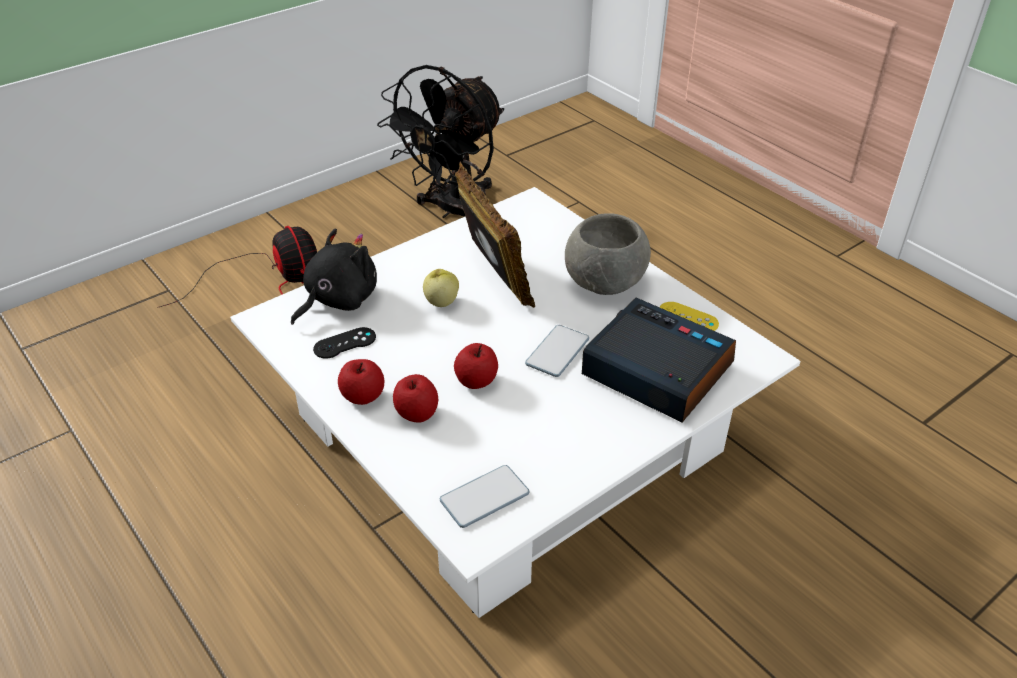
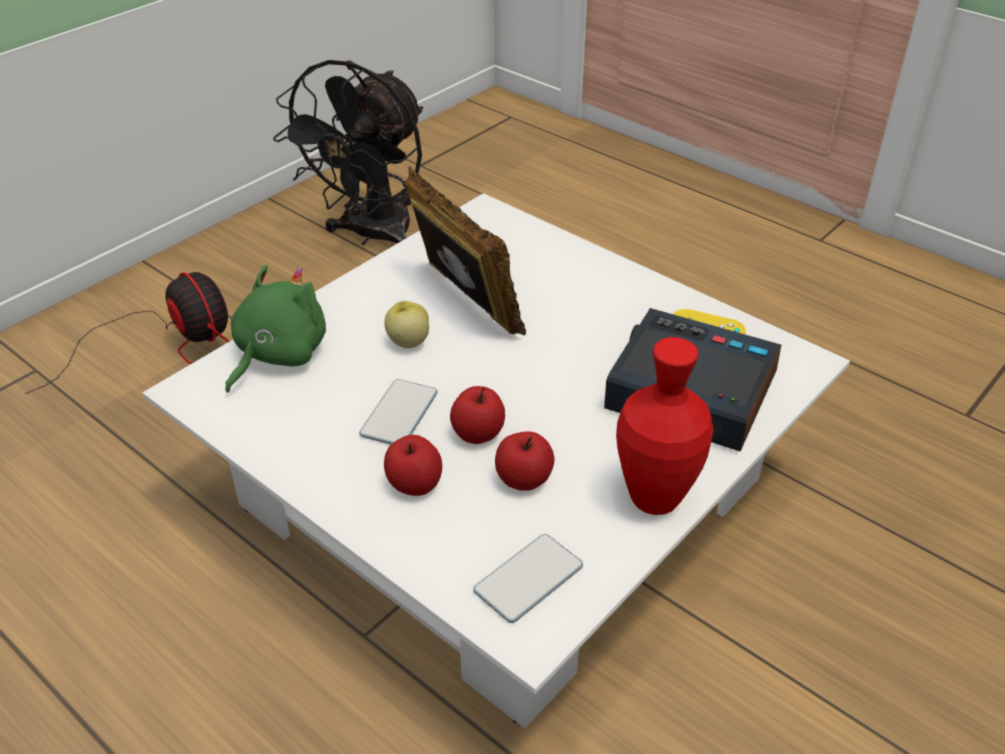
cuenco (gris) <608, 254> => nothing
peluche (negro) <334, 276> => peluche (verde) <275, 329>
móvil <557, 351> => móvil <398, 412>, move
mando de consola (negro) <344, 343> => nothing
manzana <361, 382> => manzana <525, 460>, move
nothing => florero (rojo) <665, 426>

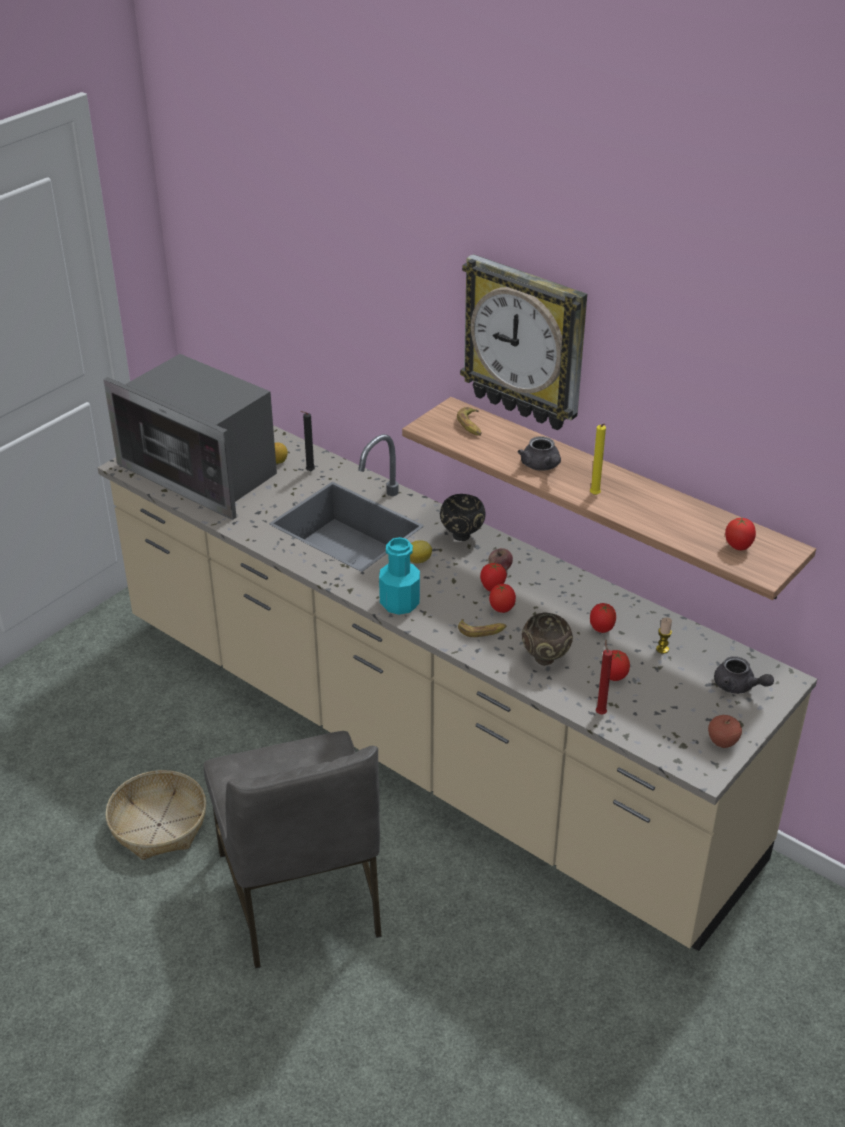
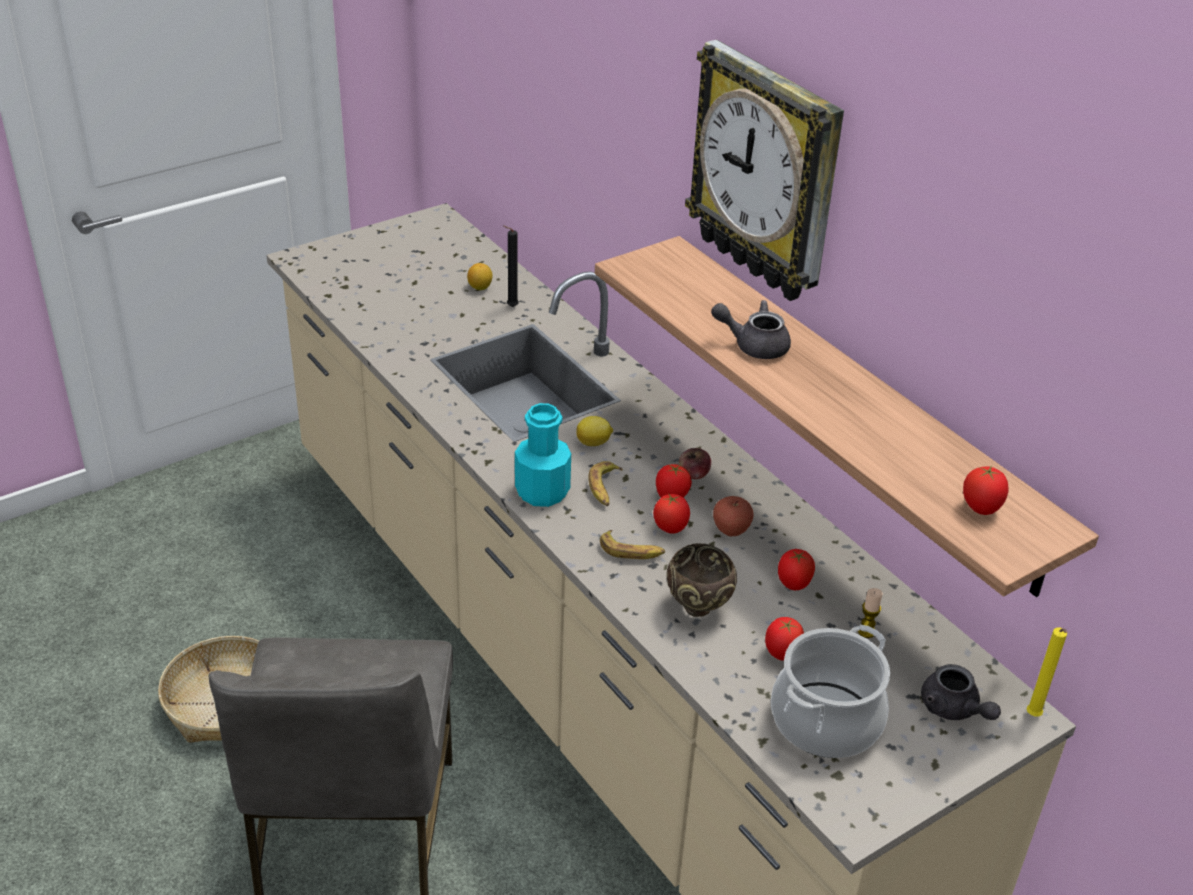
microondas <190, 437> => nothing
plátano <469, 421> => plátano <605, 483>, move
vela (amarillo) <598, 459> => vela (amarillo) <1047, 672>, move
tetera (gris) <539, 453> => tetera (gris) <751, 329>, 105 degrees clockwise
cuenco (negro) <463, 517> => nothing
vela (rojo) <604, 677> => nothing
manzana <725, 731> => manzana <733, 516>, move
nothing => olla <830, 691>

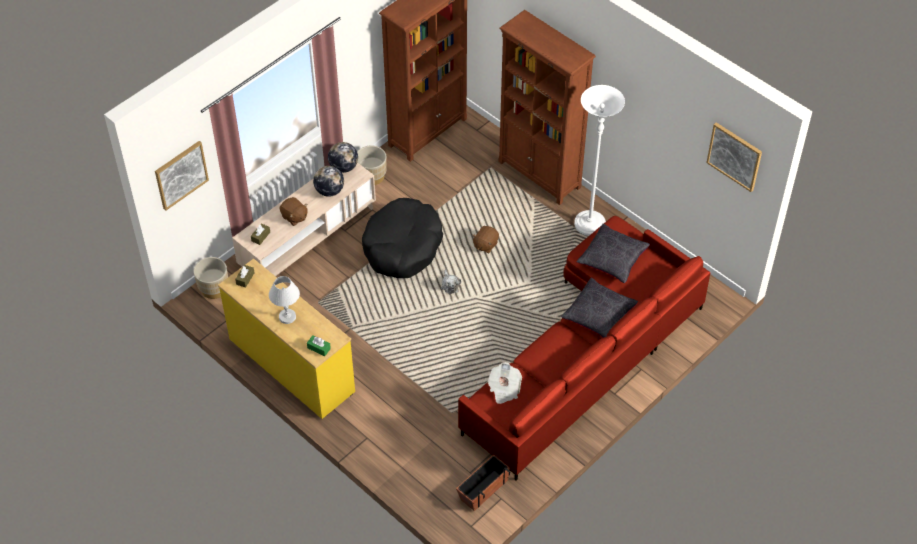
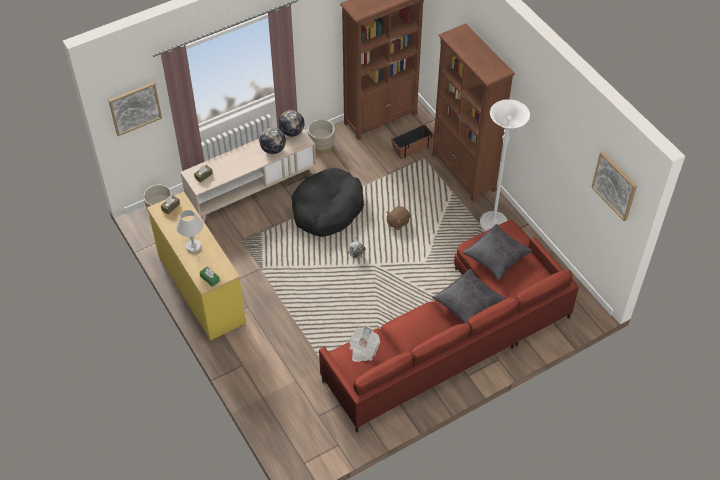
peluche (marrón) <293, 211> => nothing
maceta <483, 482> => maceta <412, 141>, move

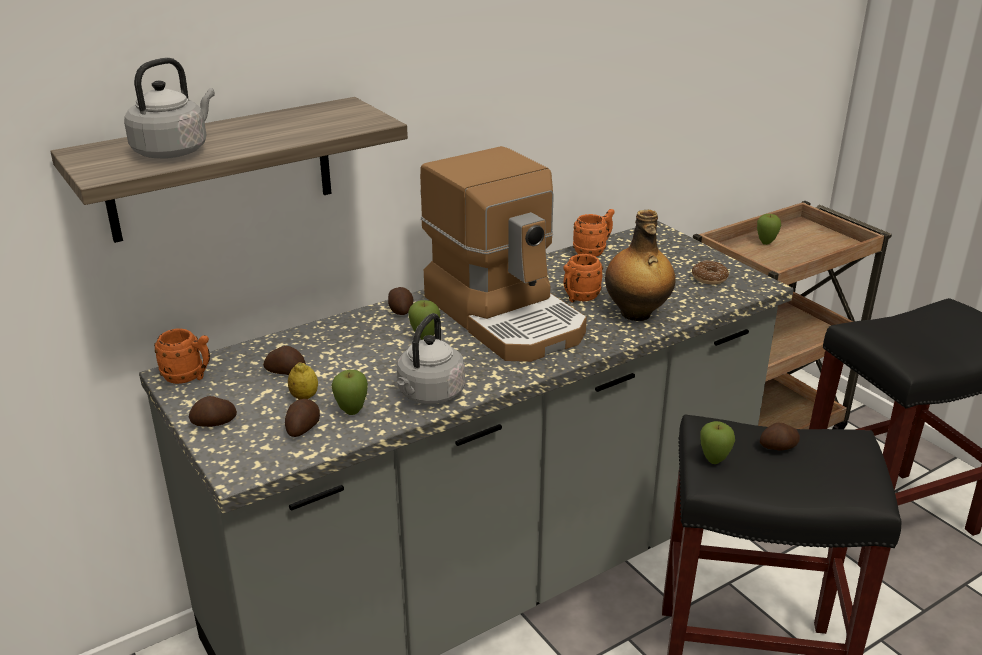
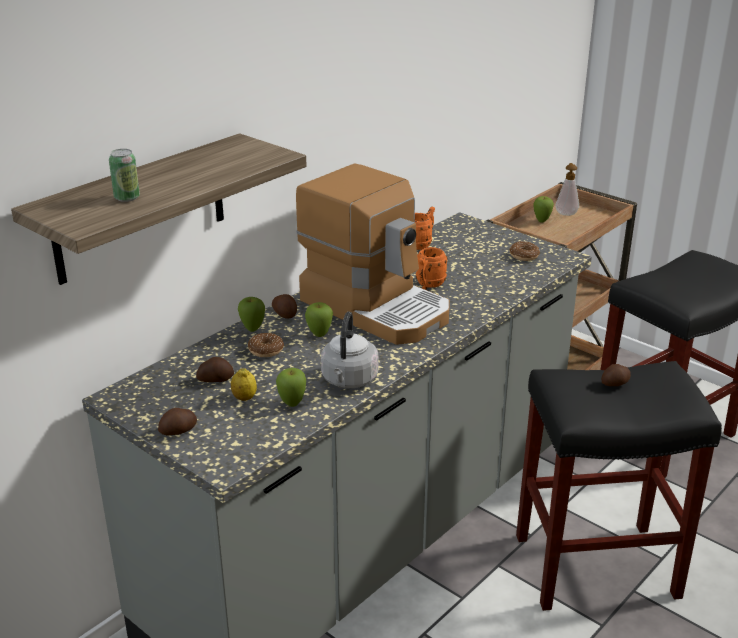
hervidor (gris) <169, 108> => lata <124, 175>
botella <640, 265> => nothing
taza grande (naranja) <182, 356> => nothing
patata <302, 418> => nothing
manzana <717, 442> => manzana <251, 314>, move
nothing => dispensador de jabón <567, 189>
nothing => rosquilla <266, 345>

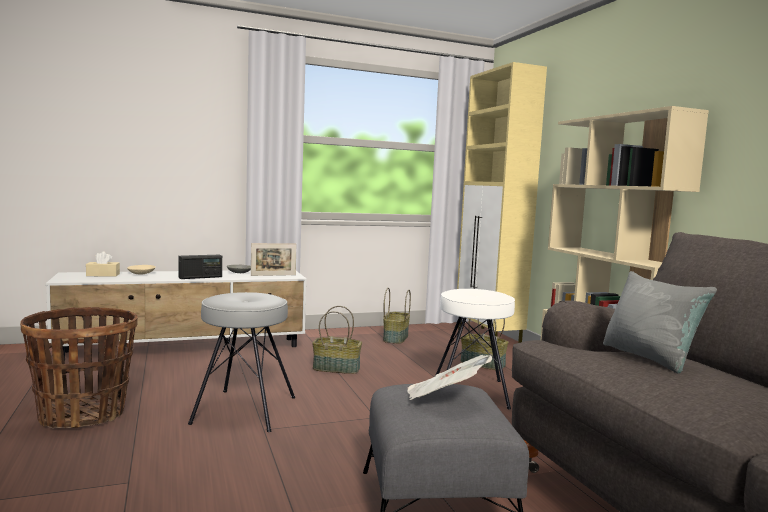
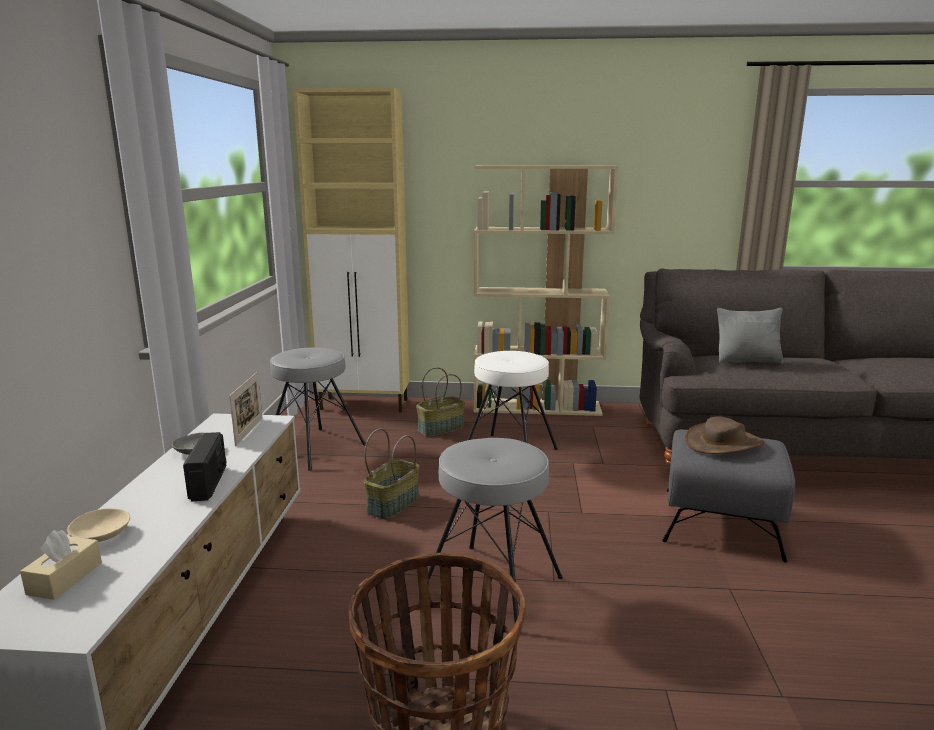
cesta <397, 316> => taburete (gris) <318, 409>
periódico <449, 377> => sombrero (marrón) <725, 435>

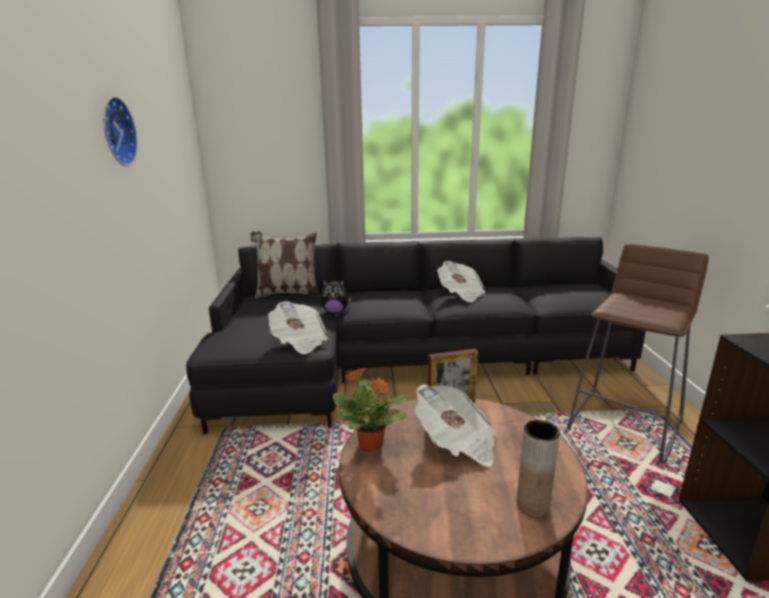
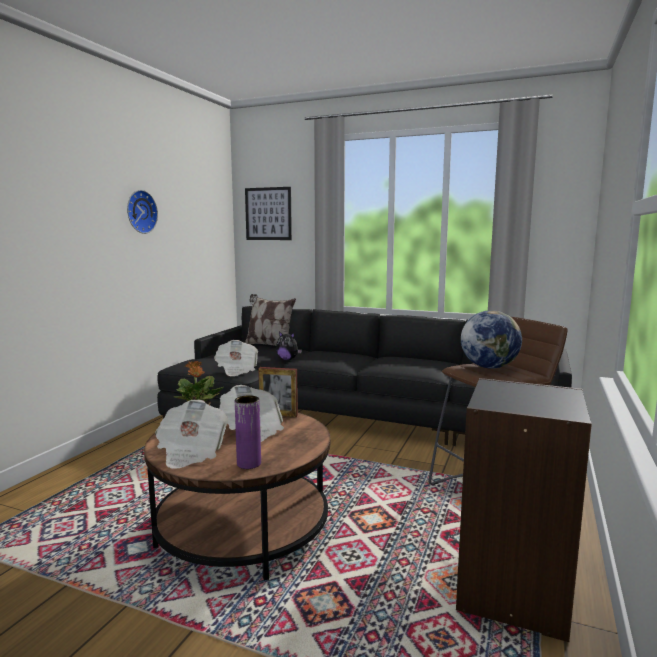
periódico <461, 281> => periódico <191, 434>, move
florero (marrón) <538, 468> => florero (morado) <248, 432>
nothing => cuadro <268, 213>
nothing => globo terráqueo <491, 339>

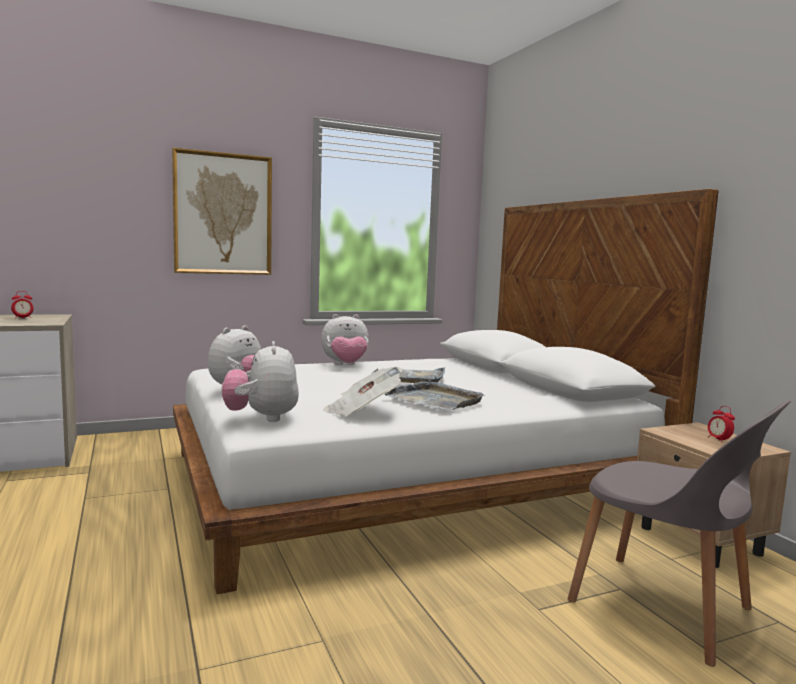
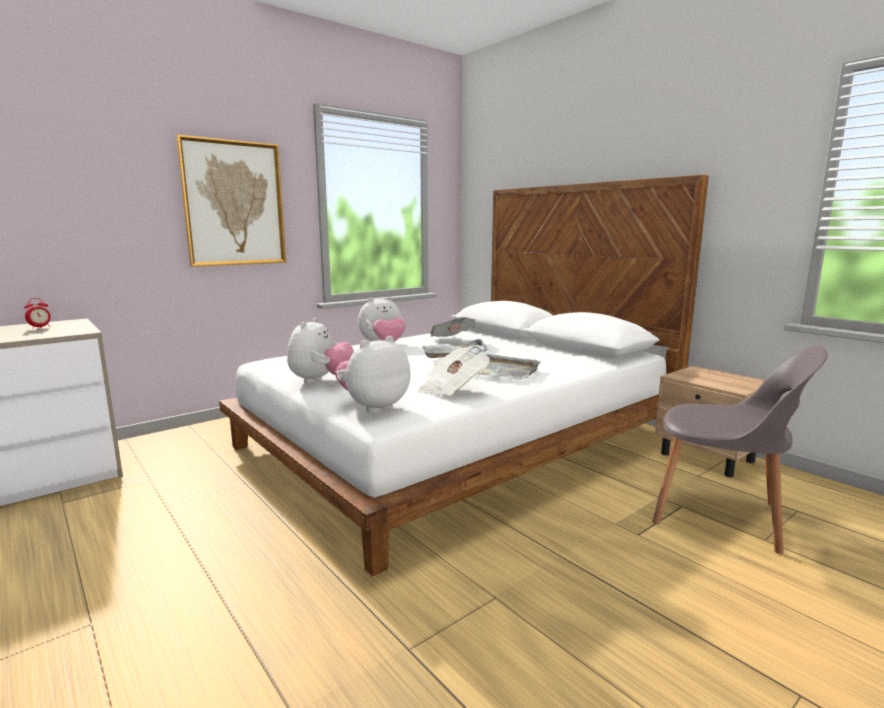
peluche <260, 381> => peluche <372, 374>, 75 degrees clockwise
despertador <721, 424> => nothing
nothing => periódico <453, 327>

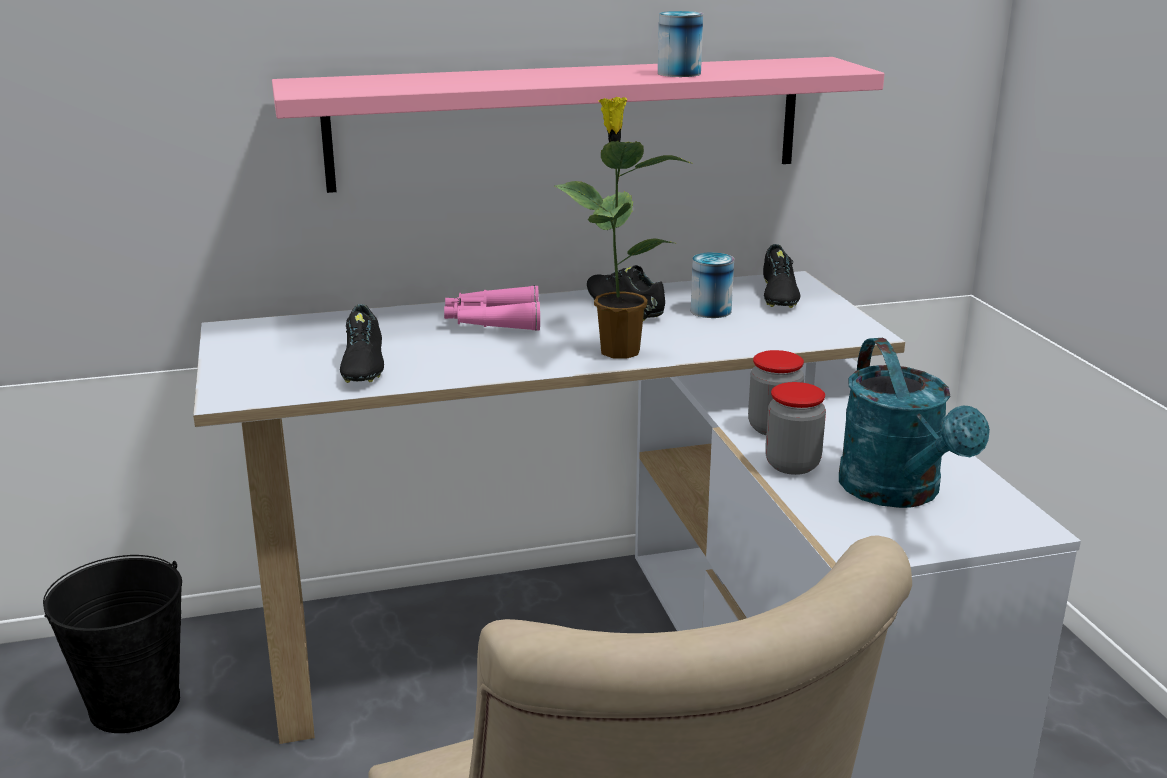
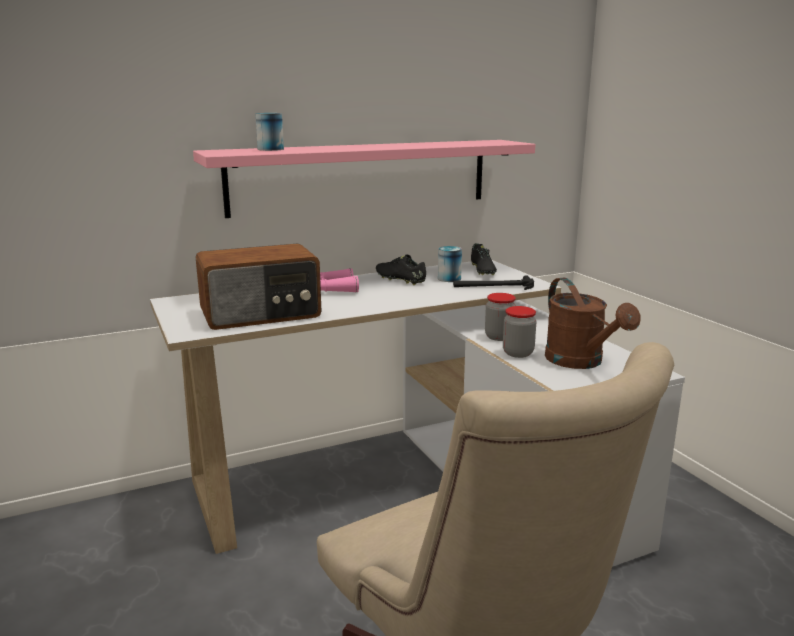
lata <680, 44> => lata <269, 132>, move
planta en maceta <624, 227> => nothing
zapato (negro) <362, 343> => radio <259, 286>
regadera (turquesa) <914, 423> => regadera (marrón) <592, 323>
cubo (negro) <112, 644> => nothing
nothing => martillo <493, 282>

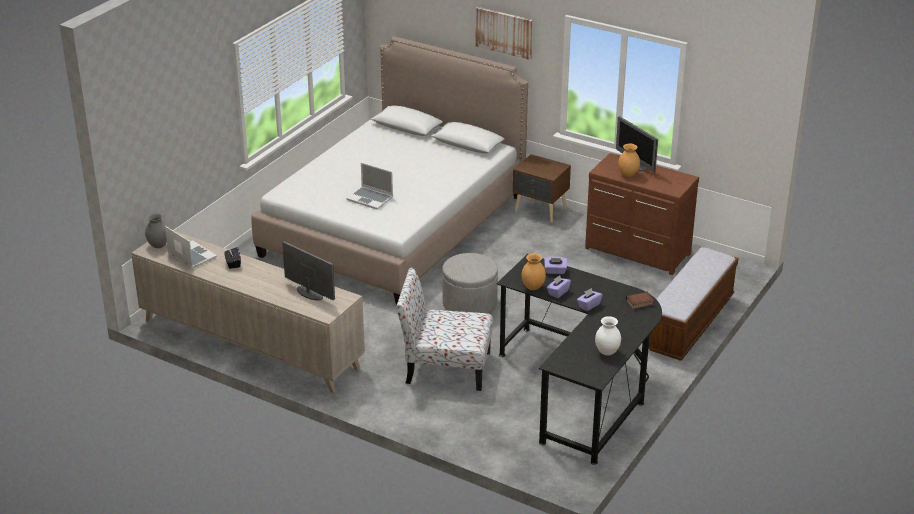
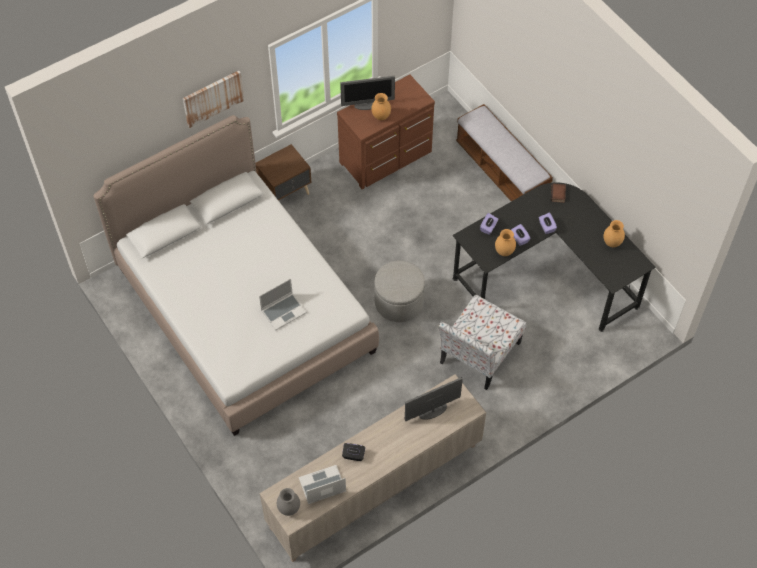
florero (blanco) <608, 336> => florero (marrón) <614, 233>

